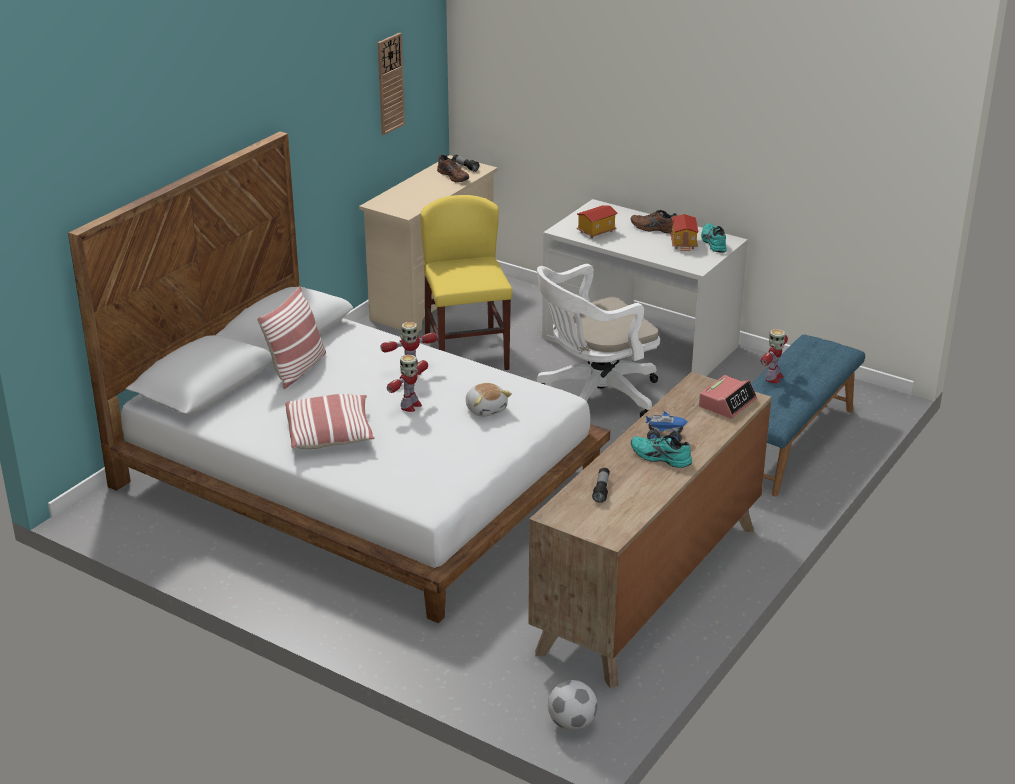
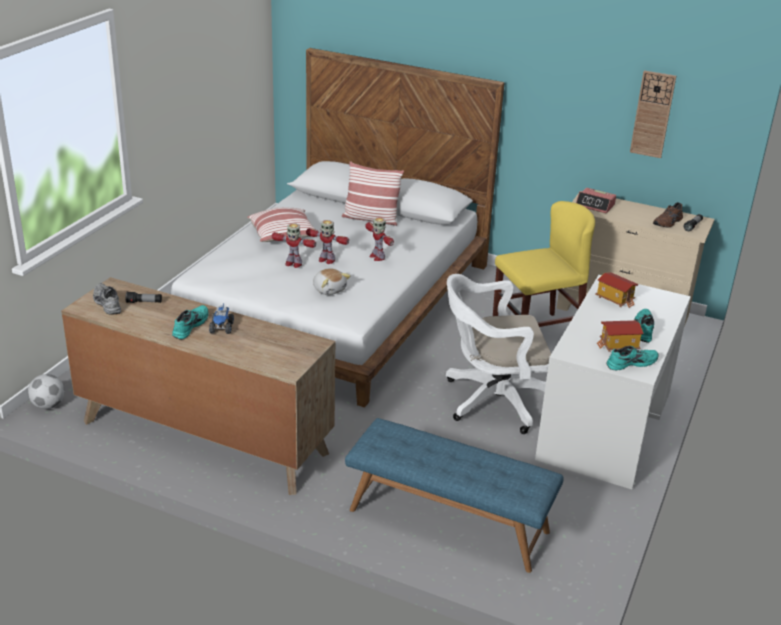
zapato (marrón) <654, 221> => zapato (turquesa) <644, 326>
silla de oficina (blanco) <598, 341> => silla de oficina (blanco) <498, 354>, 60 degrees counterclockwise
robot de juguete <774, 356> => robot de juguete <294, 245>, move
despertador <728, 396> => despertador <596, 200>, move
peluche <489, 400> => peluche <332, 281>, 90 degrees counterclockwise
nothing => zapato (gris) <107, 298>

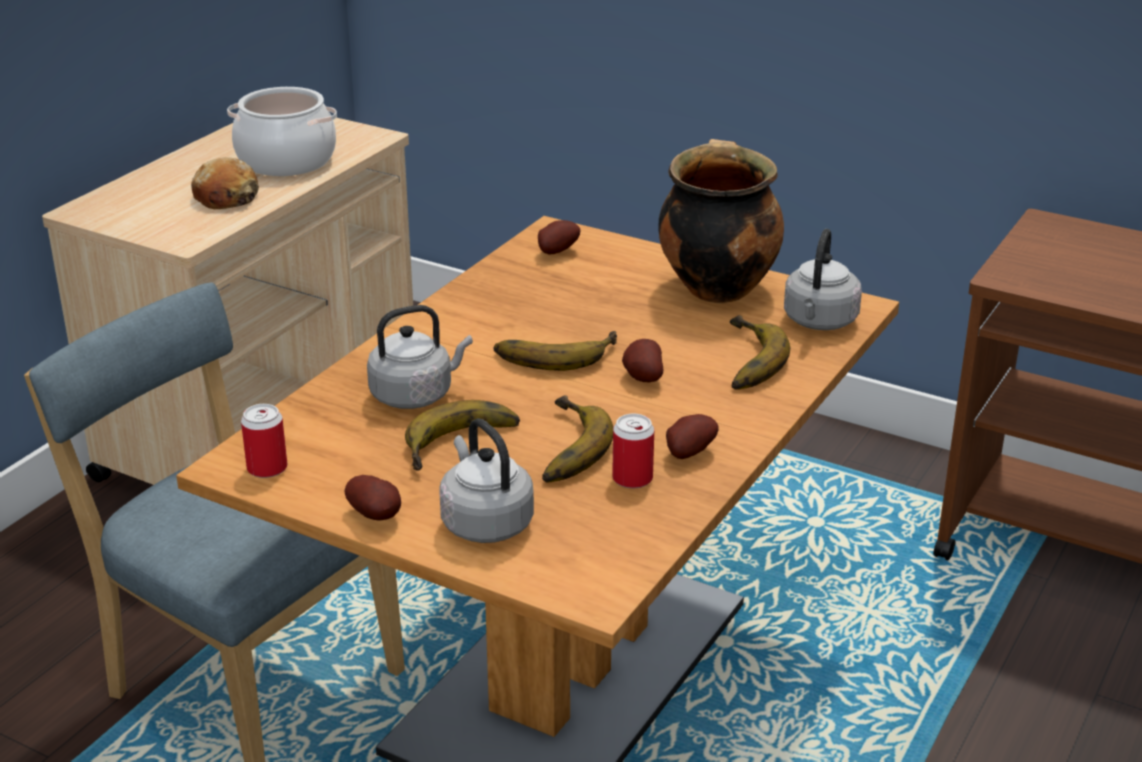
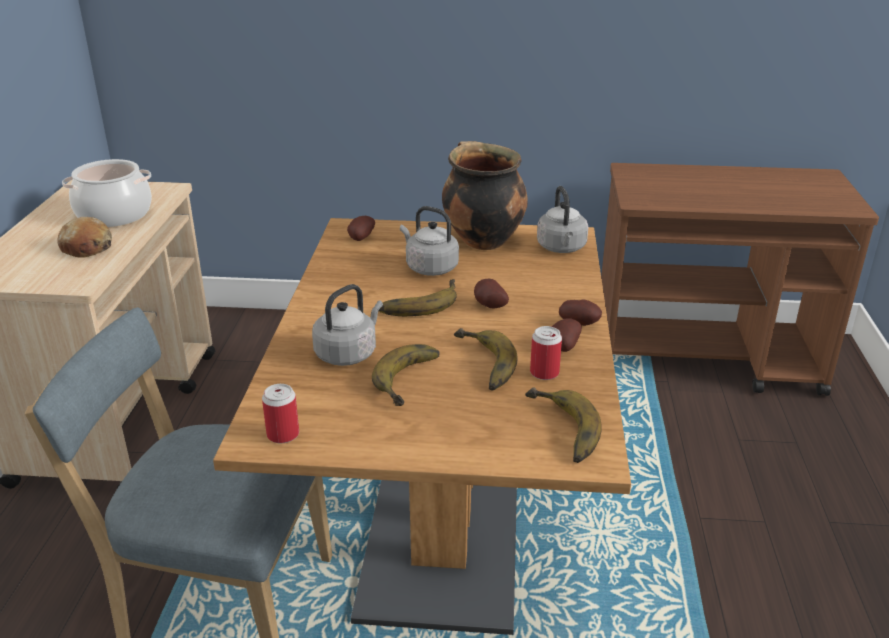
plátano <760, 352> => plátano <563, 425>, move
hervidor (gris) <487, 480> => hervidor (gris) <429, 241>, move
patata <373, 498> => patata <580, 312>, move

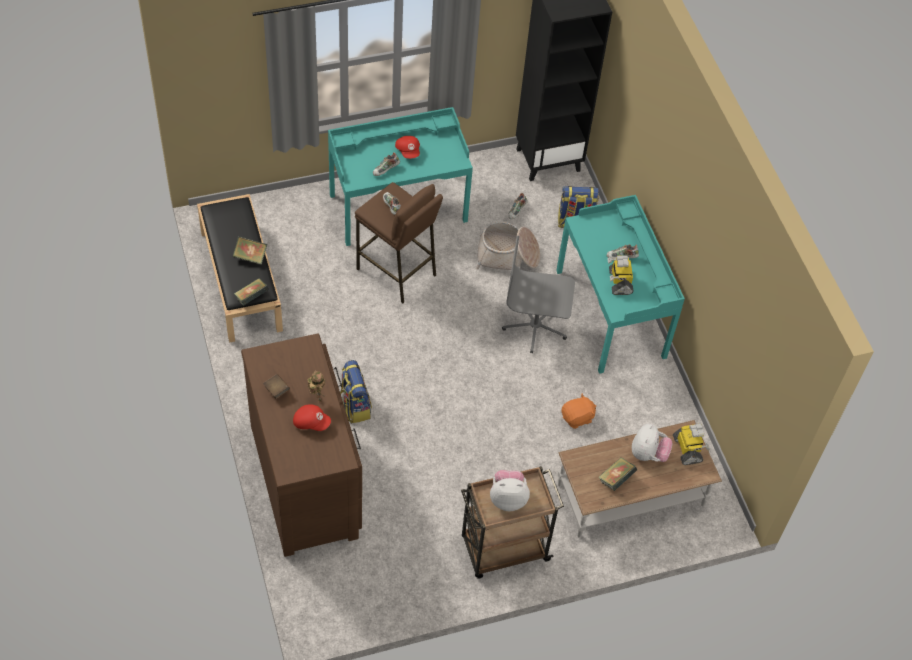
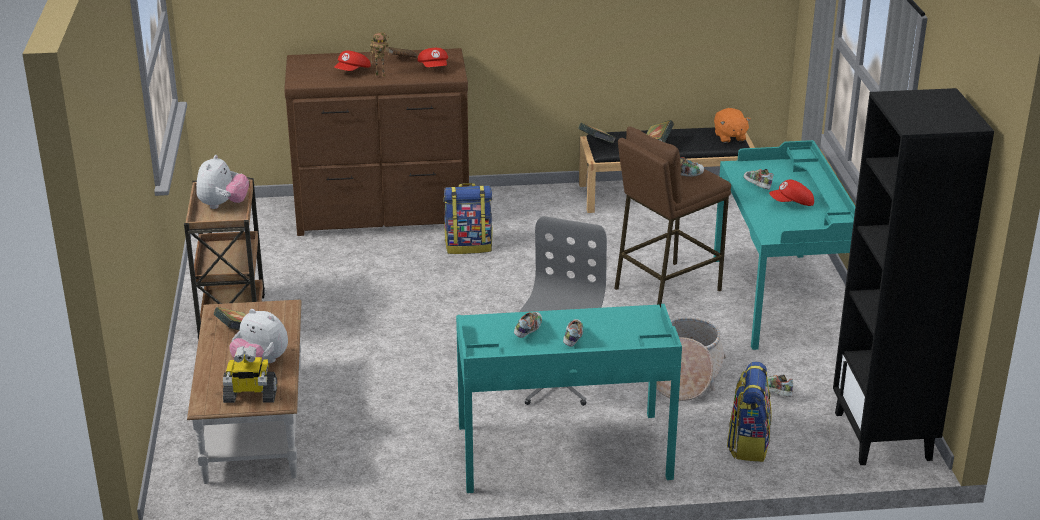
robot de juguete <620, 275> => zapato <528, 325>
peluche (naranja) <578, 411> => peluche (naranja) <732, 125>, move
nothing => gorra (rojo) <432, 57>

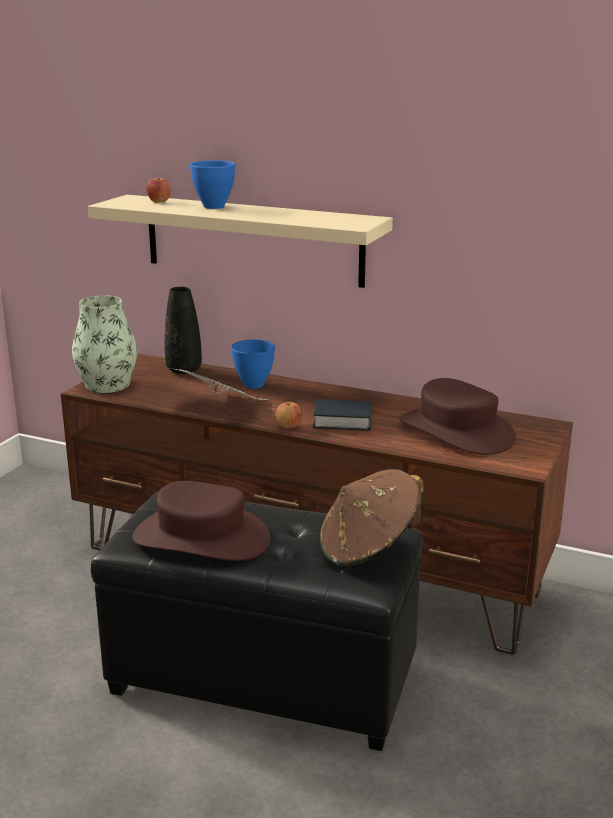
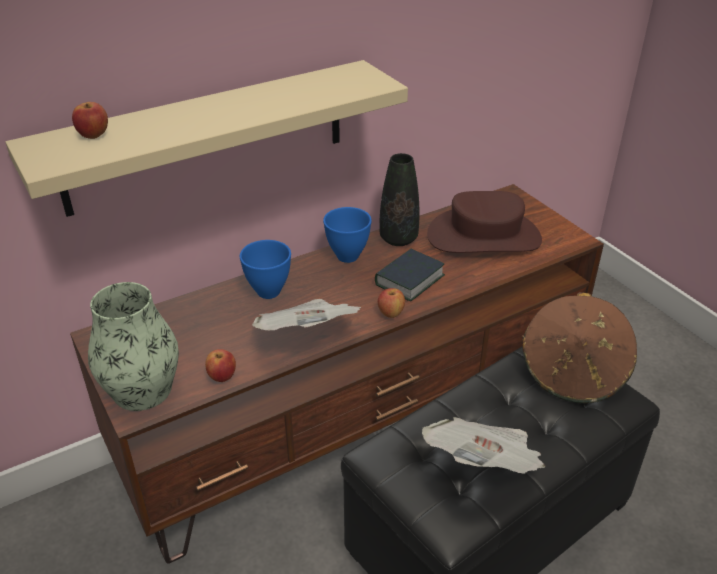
cuenco (azul) <212, 184> => cuenco (azul) <347, 235>, move
florero (negro) <183, 330> => florero (negro) <399, 199>, move
sombrero (marrón) <201, 521> => periódico <483, 445>
nothing => manzana <220, 365>

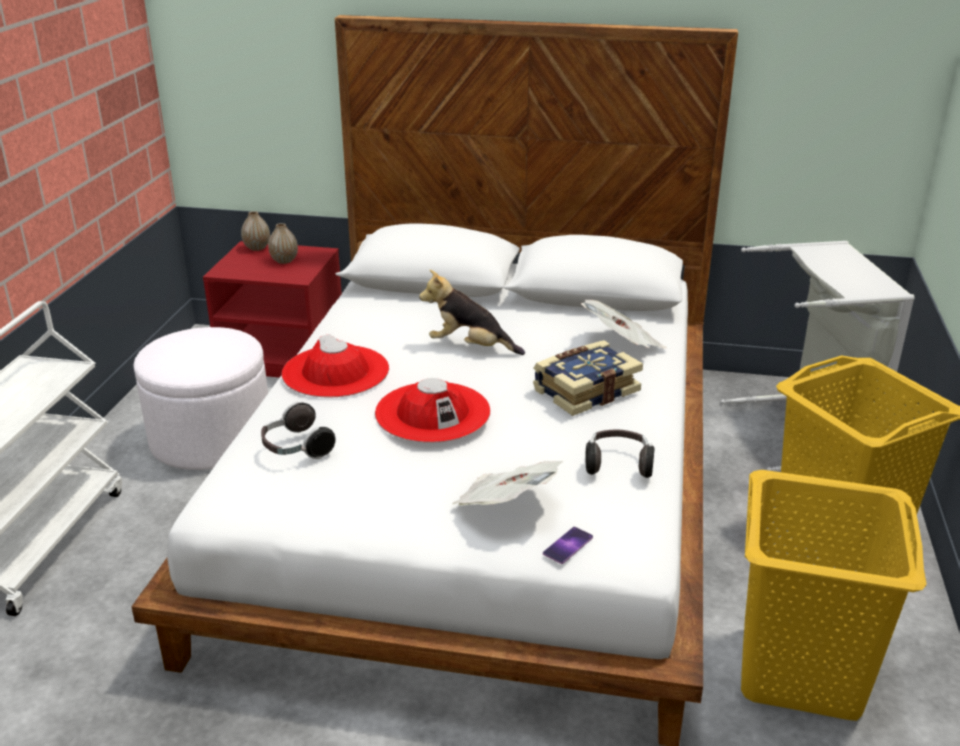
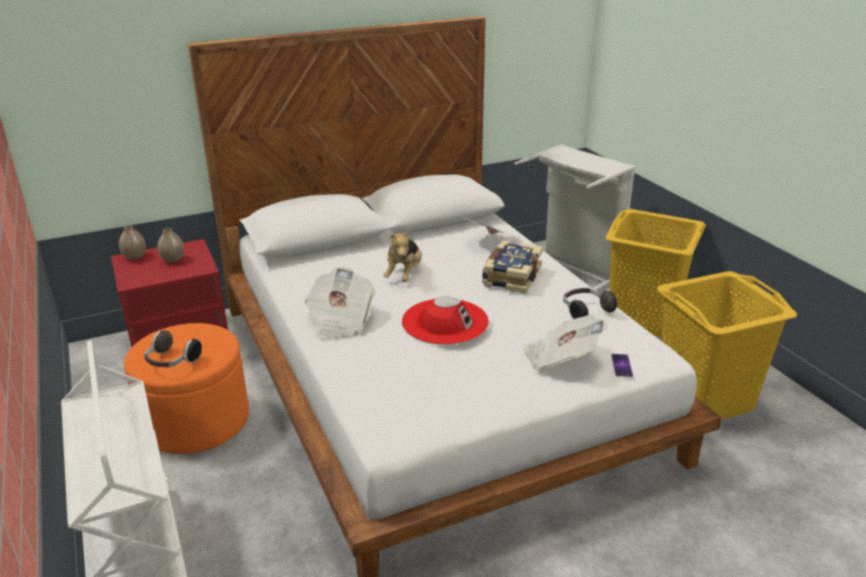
peluche <472, 312> => peluche <402, 256>, 60 degrees counterclockwise
puf (blanco) <201, 398> => puf (naranja) <186, 388>
sombrero (rojo) <335, 366> => periódico <340, 303>
auriculares <298, 430> => auriculares <173, 348>, move

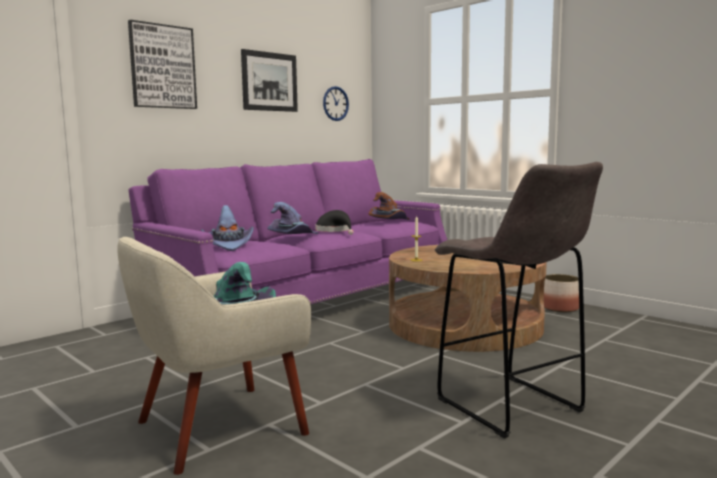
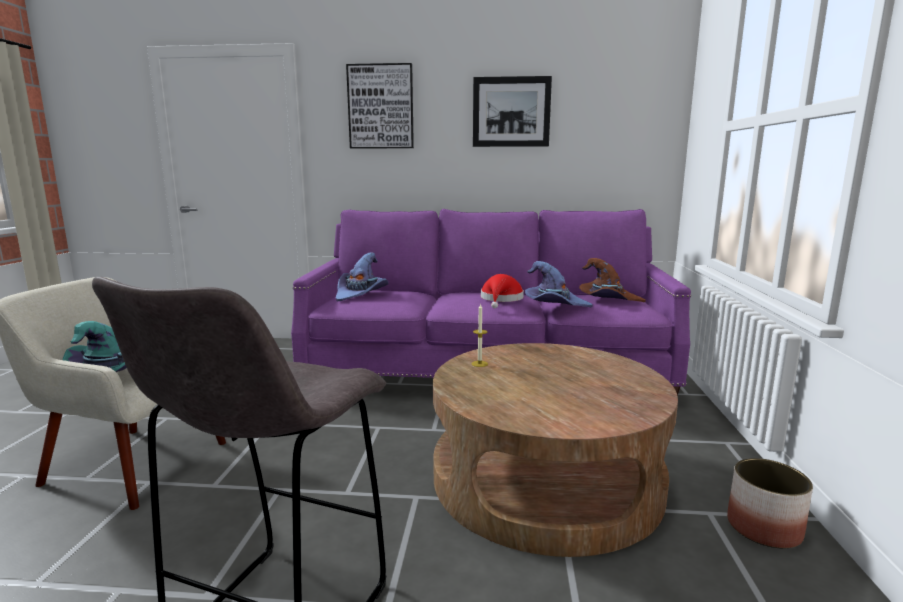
reloj de pared <336, 103> => nothing
sombrero (morado) <292, 218> => sombrero (morado) <559, 284>, move
sombrero (negro) <334, 222> => sombrero (rojo) <502, 291>

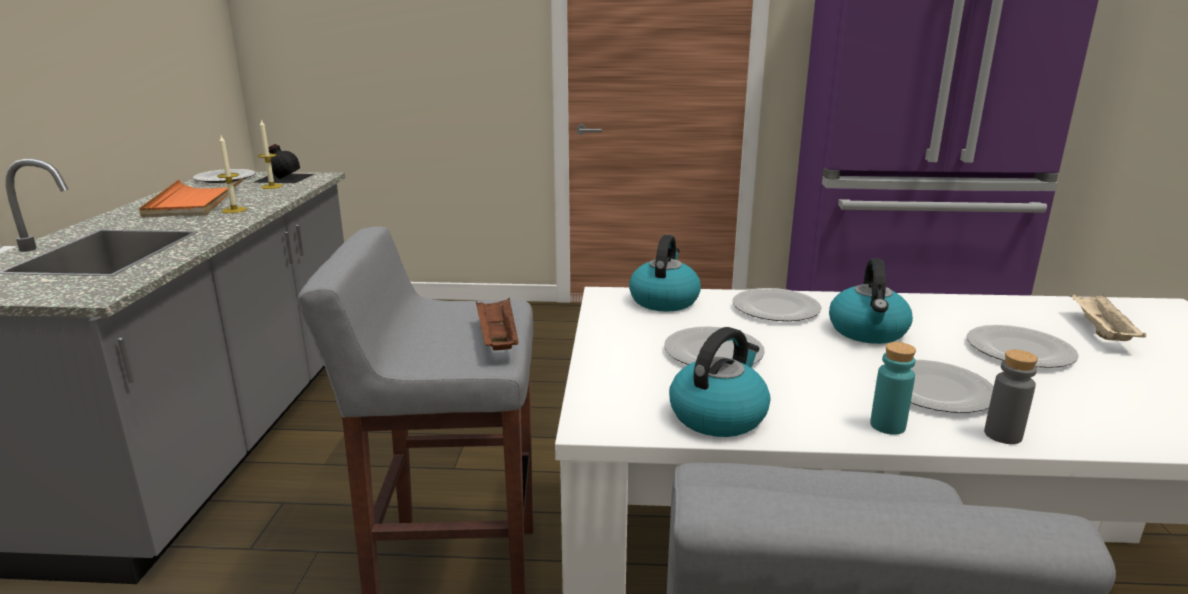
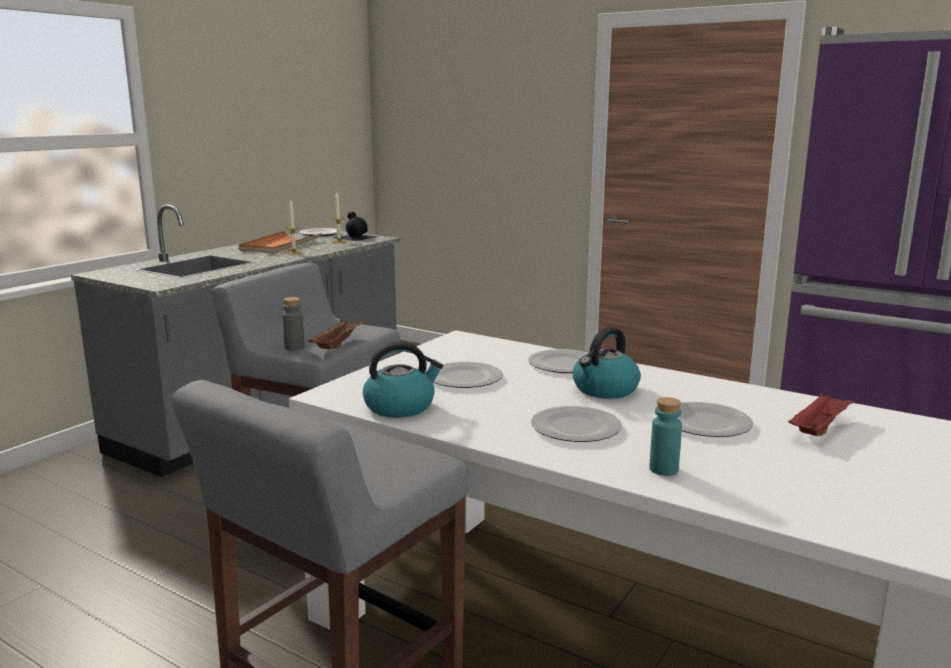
hervidor <665, 273> => nothing
bandeja (beis) <1108, 317> => bandeja (rojo) <822, 414>
botella (turquesa) <893, 388> => botella (turquesa) <665, 436>, move
botella (gris) <1011, 397> => botella (gris) <293, 324>, move

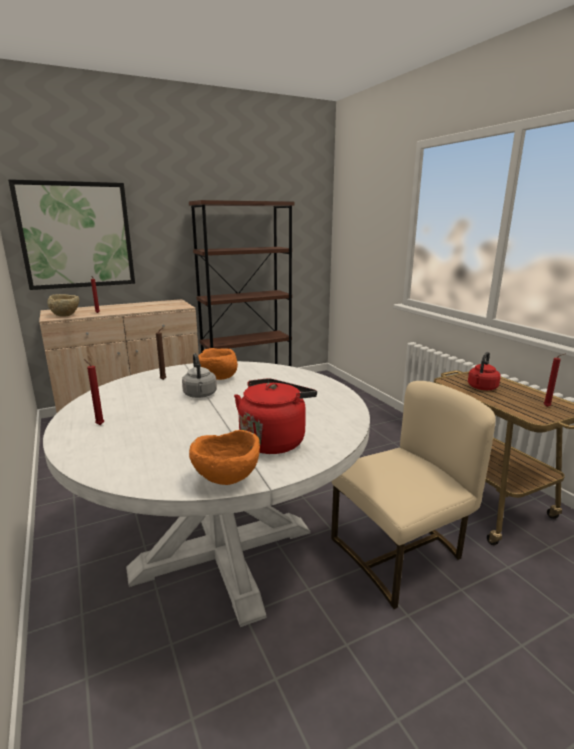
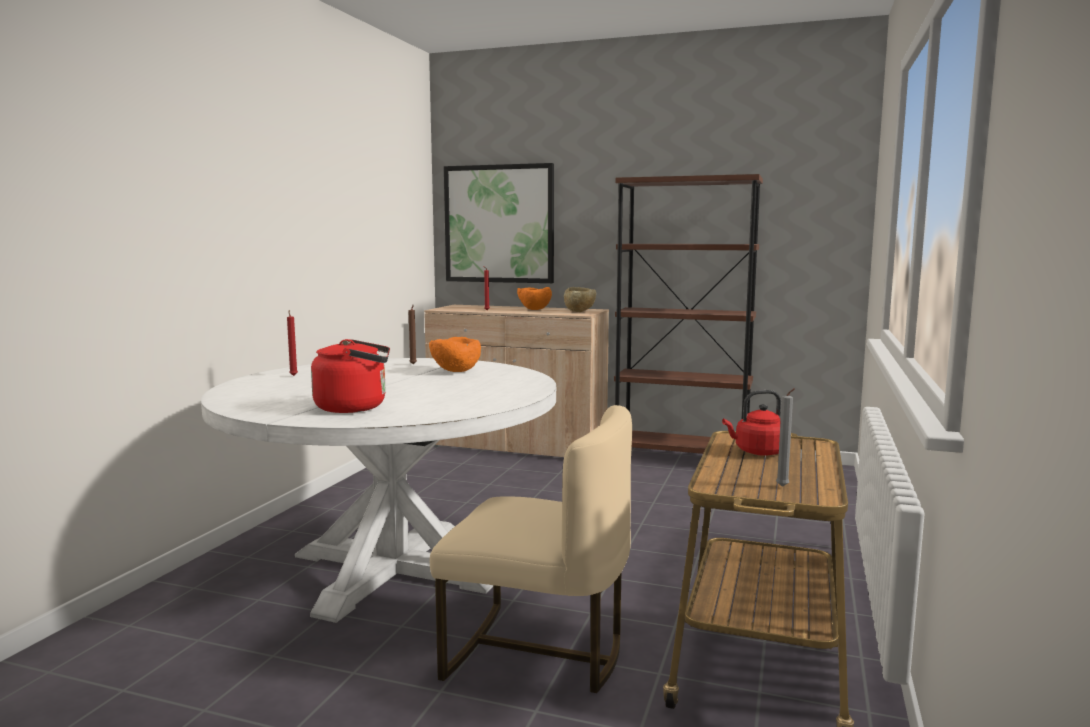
cuenco (beis) <63, 305> => cuenco (beis) <580, 299>, move
hervidor (gris) <199, 375> => nothing
vela (rojo) <553, 380> => vela (gris) <785, 437>
cuenco (naranja) <224, 457> => cuenco (naranja) <534, 298>, move

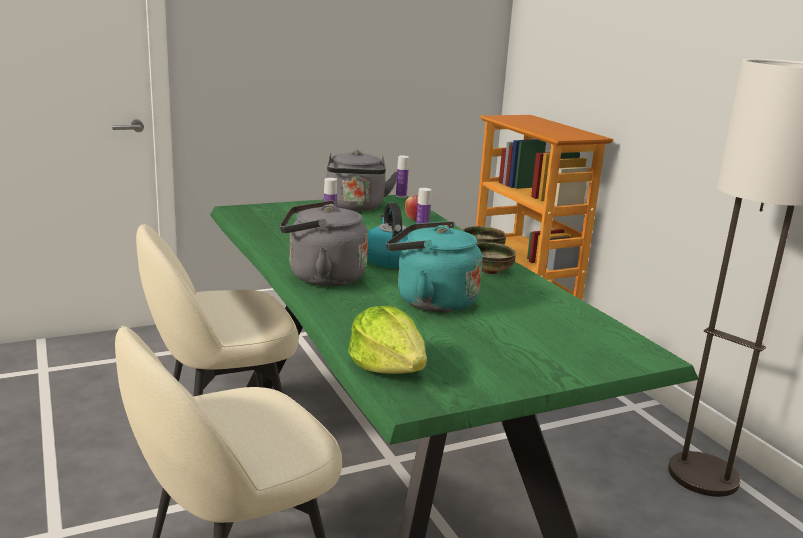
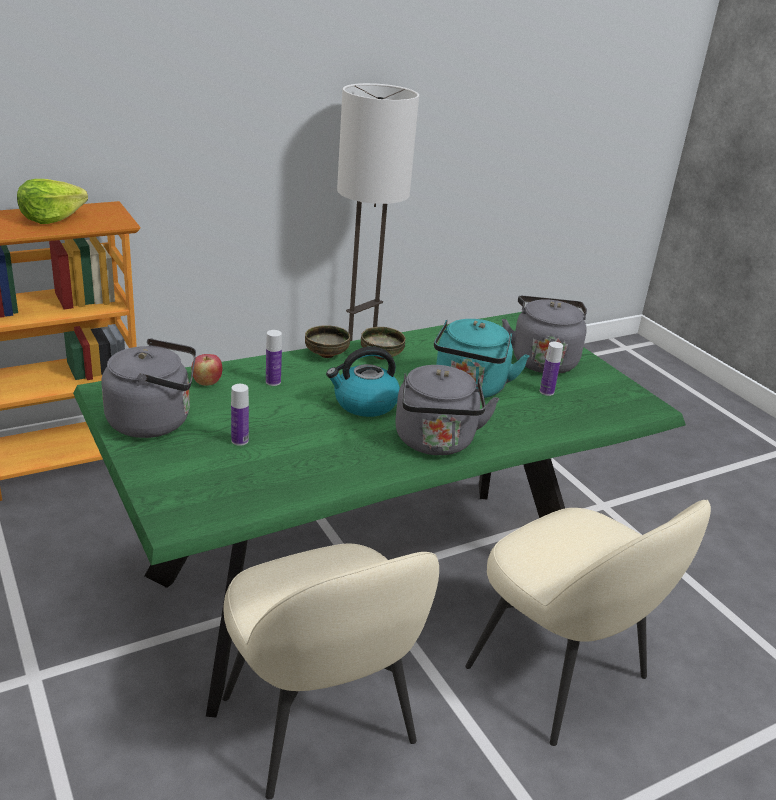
botella <402, 176> => botella <551, 369>, move
lechuga <387, 340> => lechuga <52, 201>, move
nothing => hervidor (gris) <544, 335>

